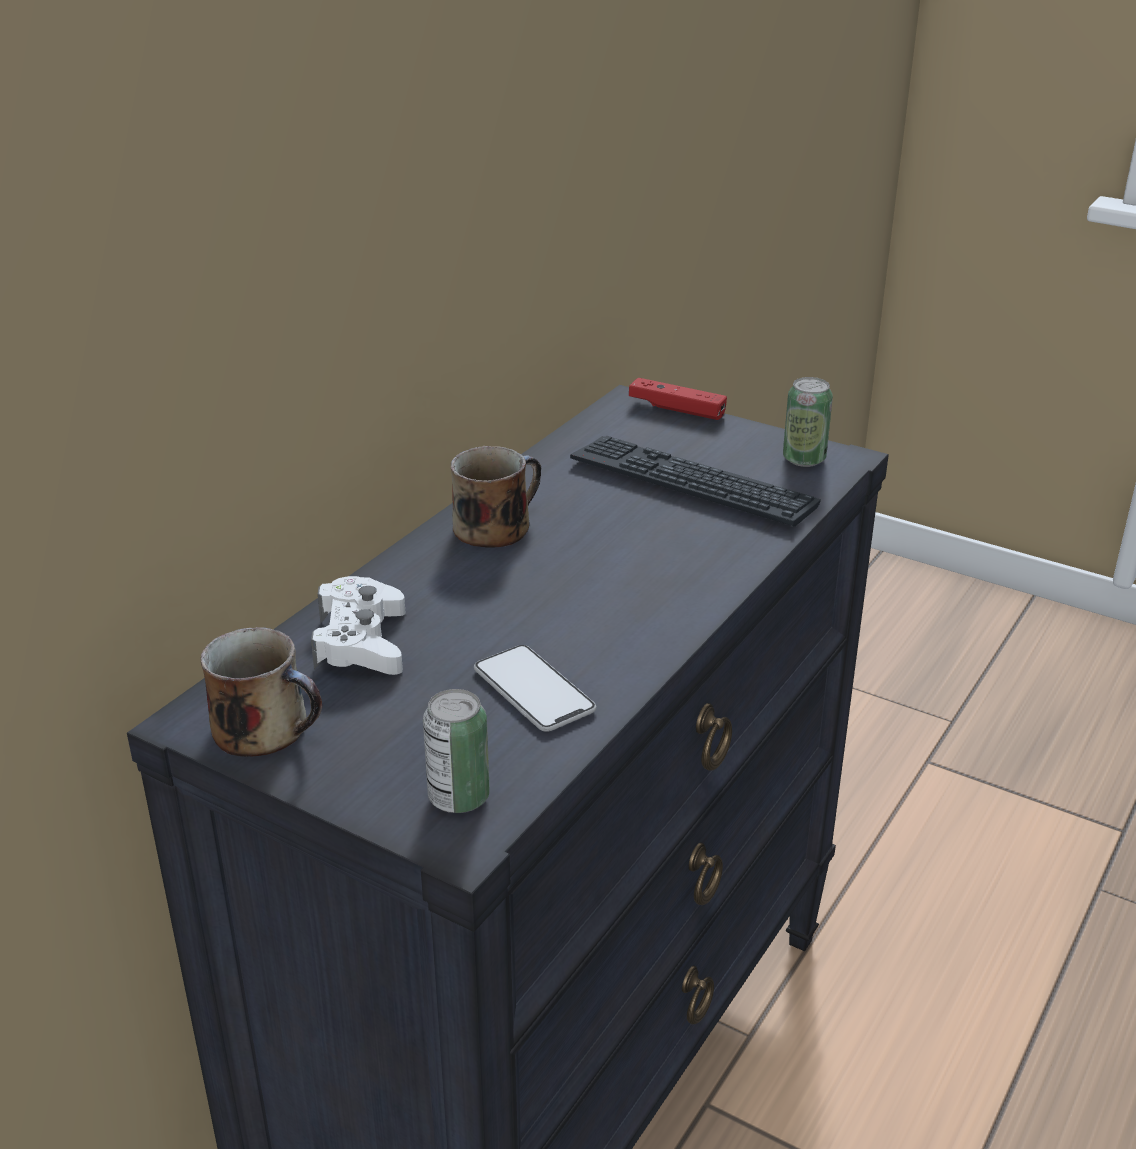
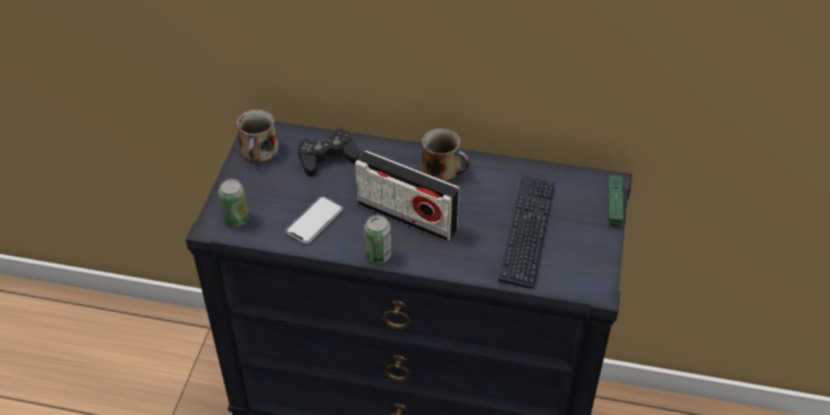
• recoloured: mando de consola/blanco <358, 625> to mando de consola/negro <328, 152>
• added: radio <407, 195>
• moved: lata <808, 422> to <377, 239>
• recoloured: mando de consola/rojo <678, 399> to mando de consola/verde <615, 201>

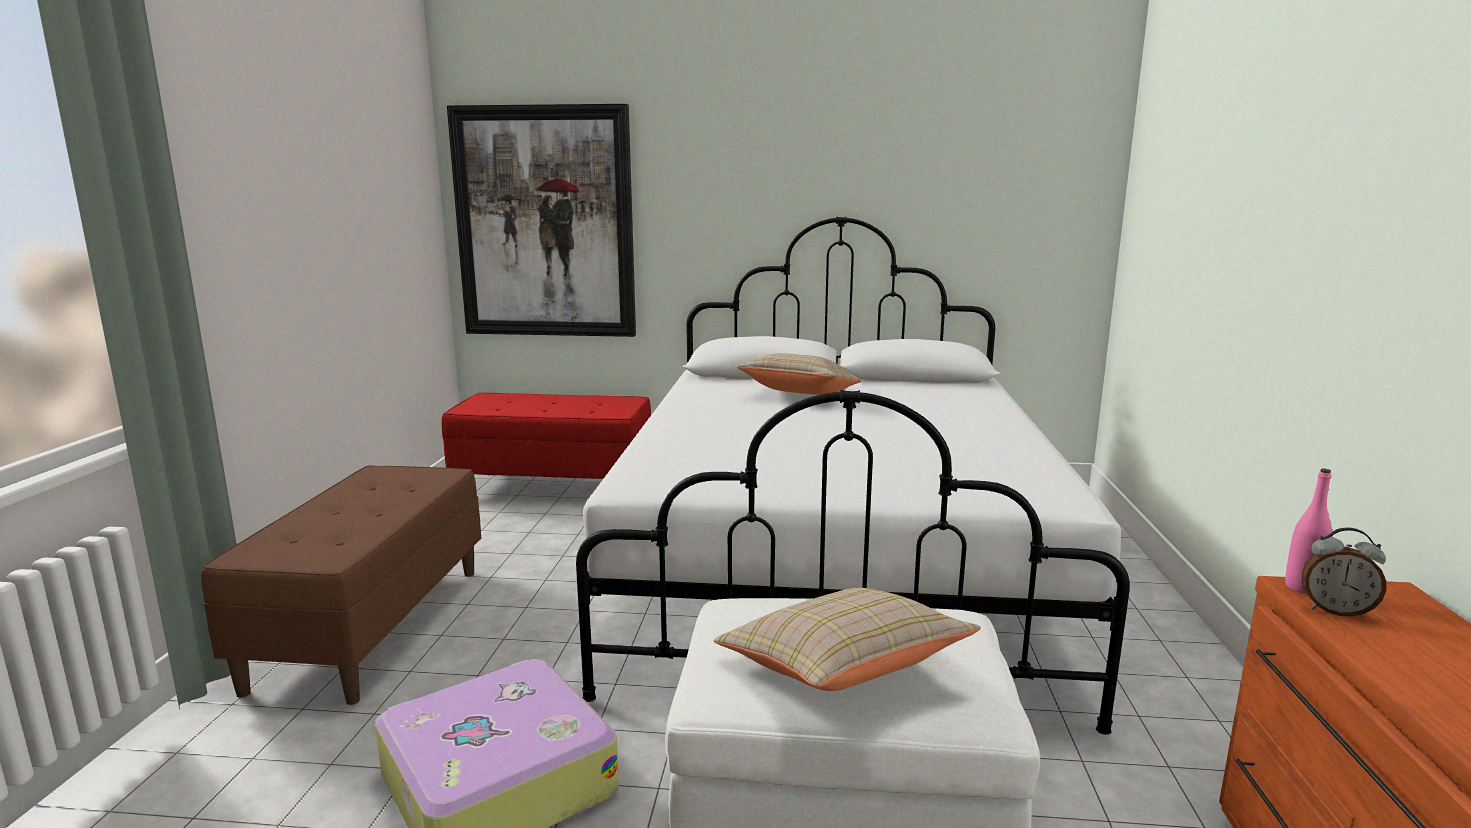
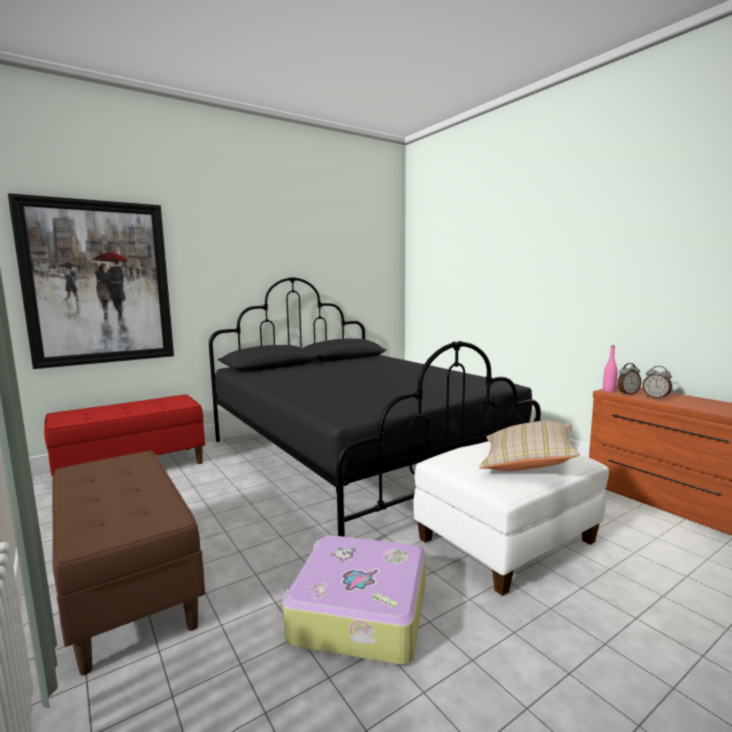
• recoloured: cama/blanco <853, 476> to cama/negro <375, 407>
• added: despertador <657, 383>
• removed: cojín/beis <799, 374>

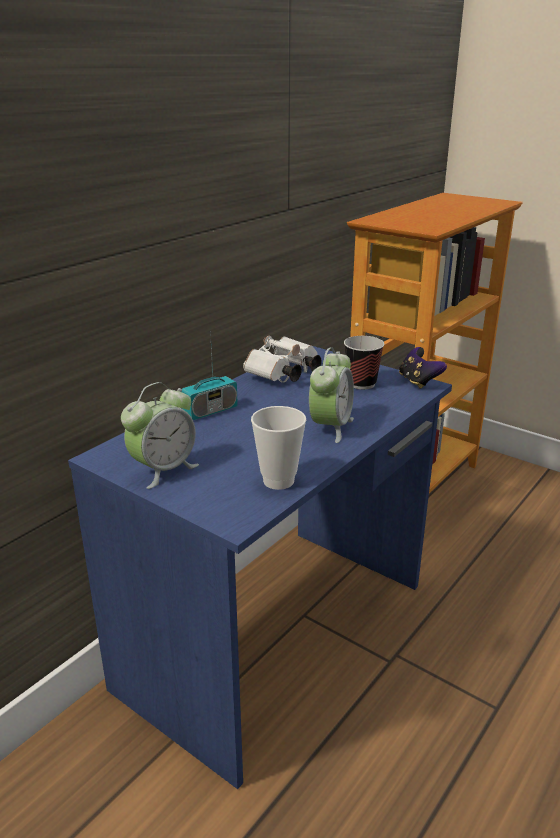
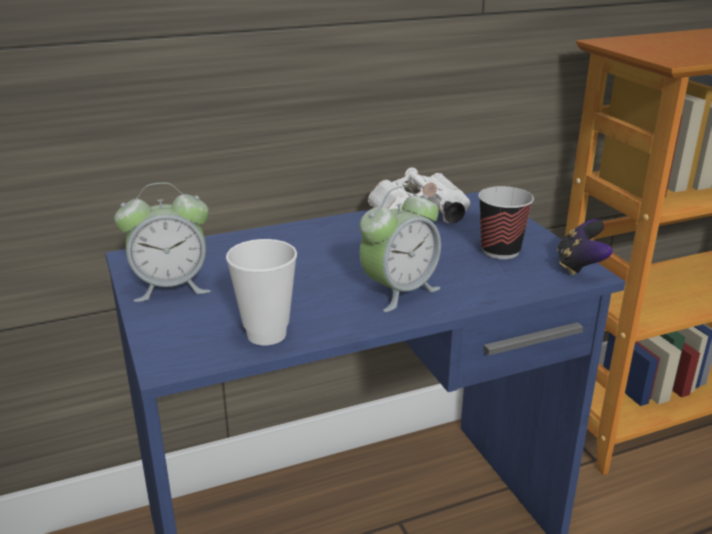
• removed: radio <209, 375>

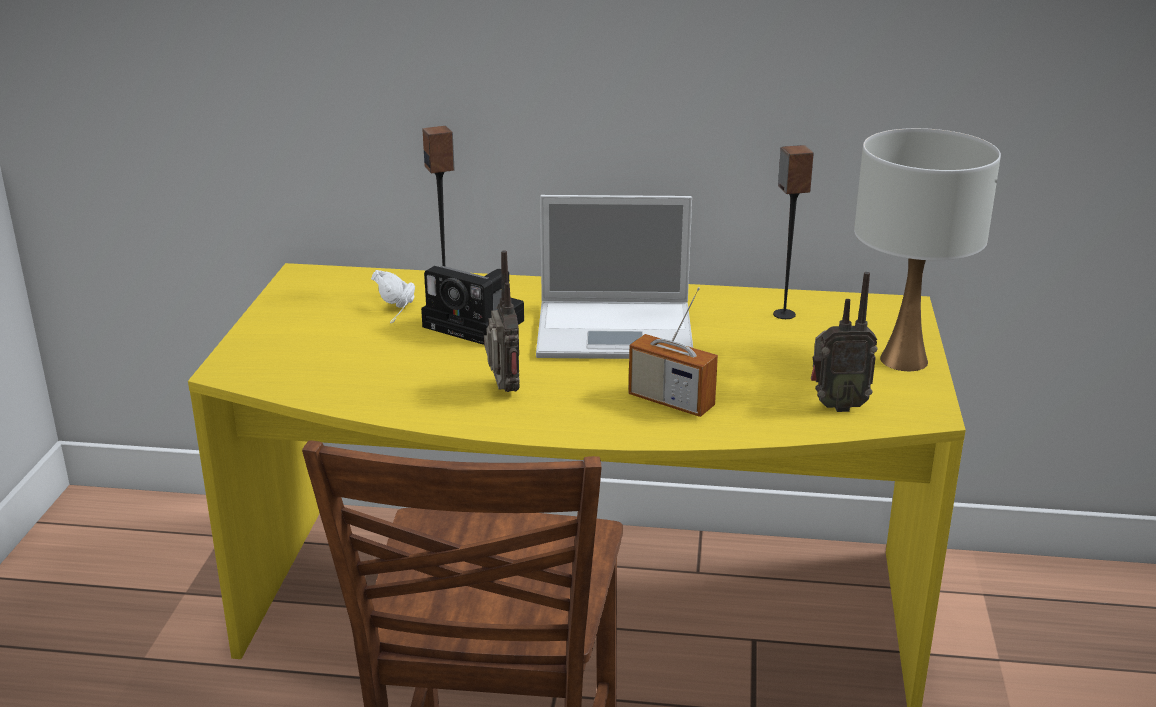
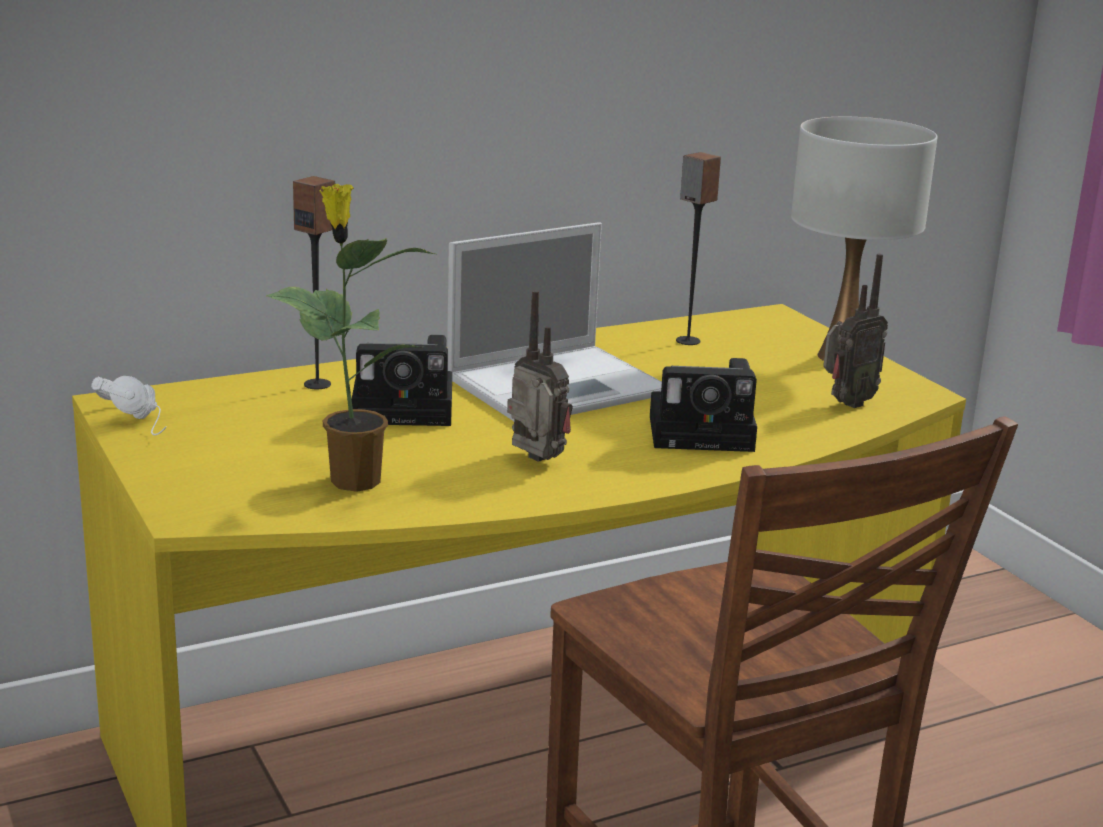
• moved: auriculares/blanco <393, 296> to <129, 405>
• added: planta en maceta <350, 338>
• replaced: radio <673, 352> to cámara <703, 405>

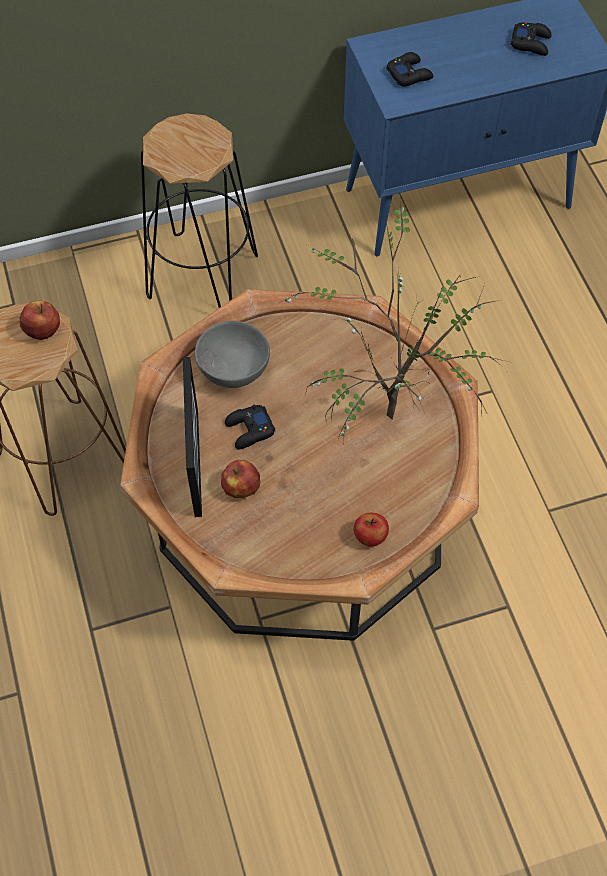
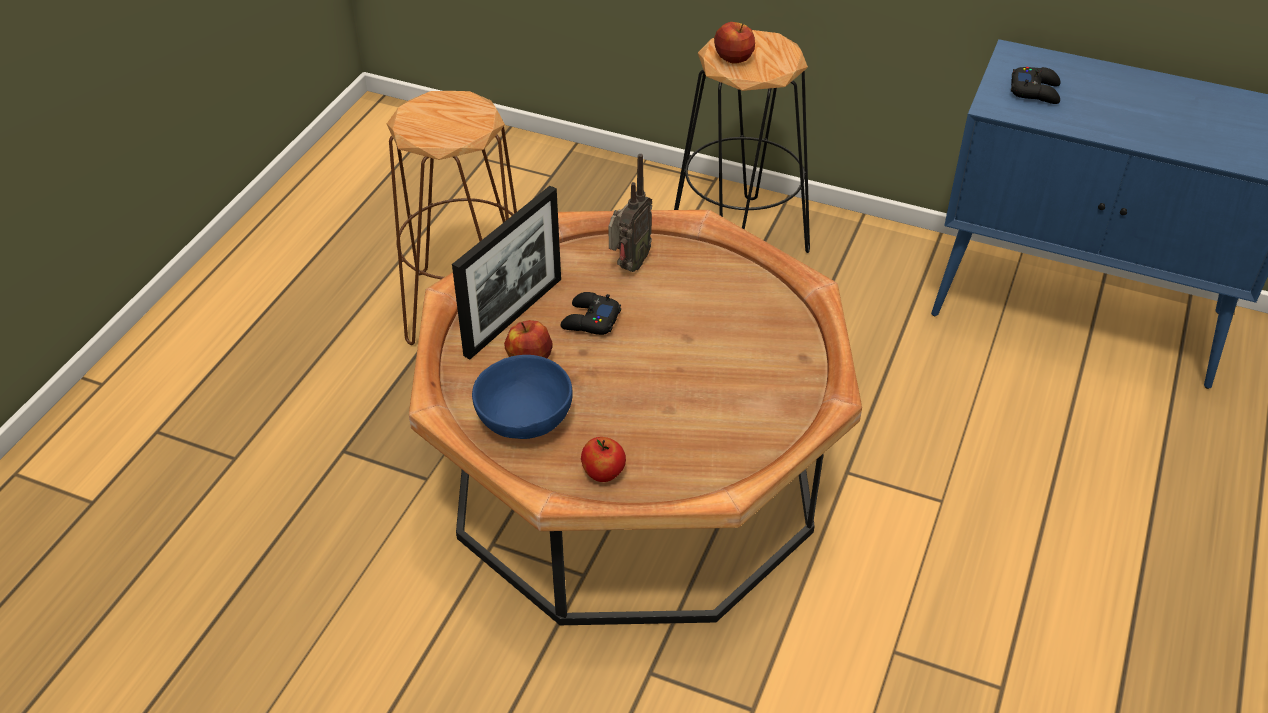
• added: cuenco/azul <522, 397>
• replaced: cuenco/gris <232, 354> to radio <630, 213>
• moved: manzana <40, 320> to <734, 43>
• removed: planta en maceta <396, 321>
• removed: mando de consola/negro <531, 39>

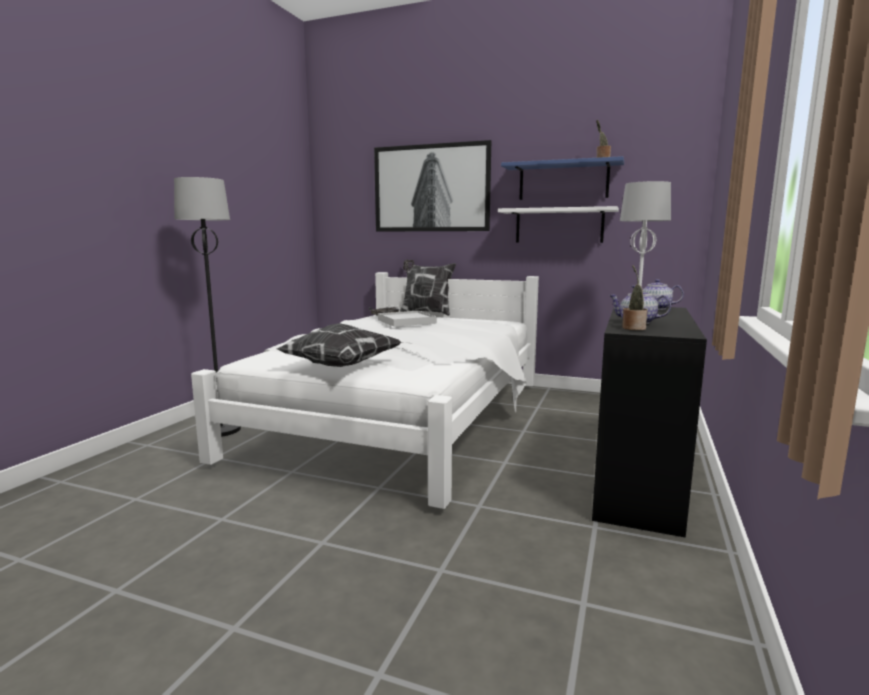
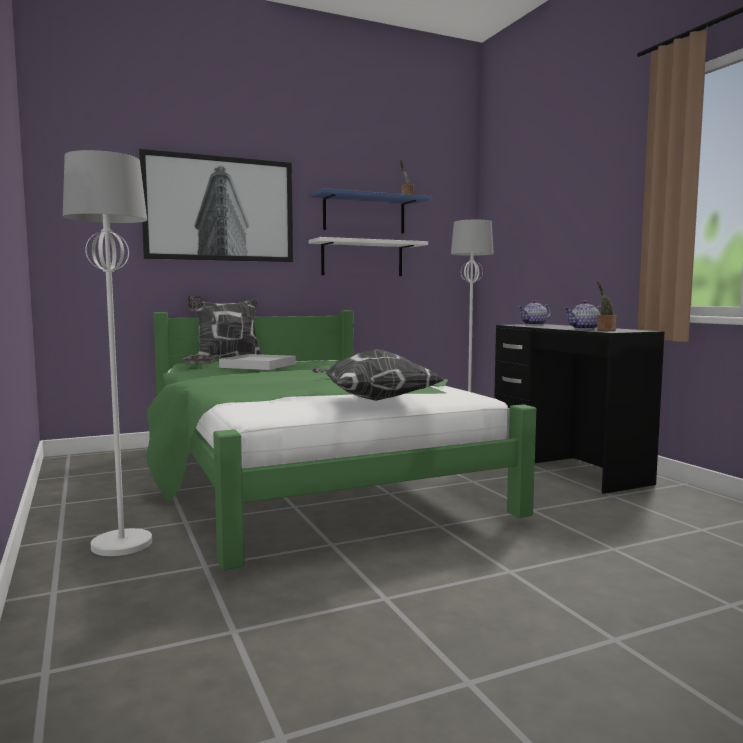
• recoloured: lámpara de pie/negro <207, 307> to lámpara de pie/blanco <107, 353>
• recoloured: cama/blanco <365, 390> to cama/verde <341, 440>

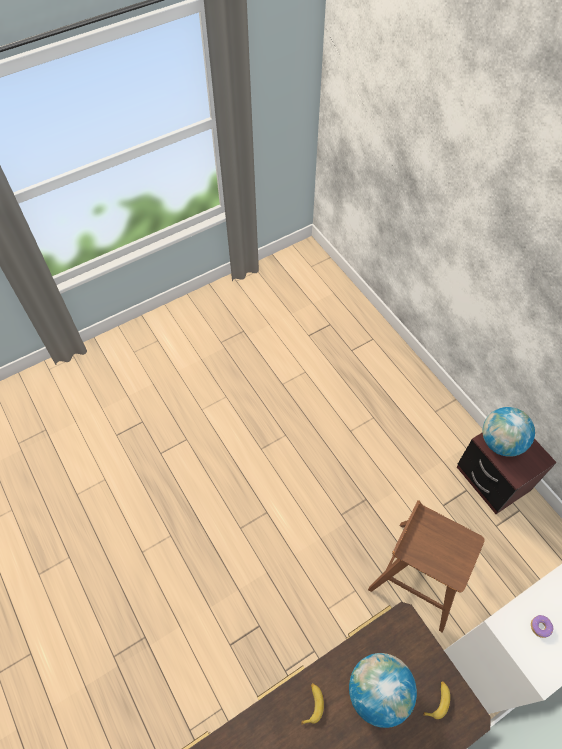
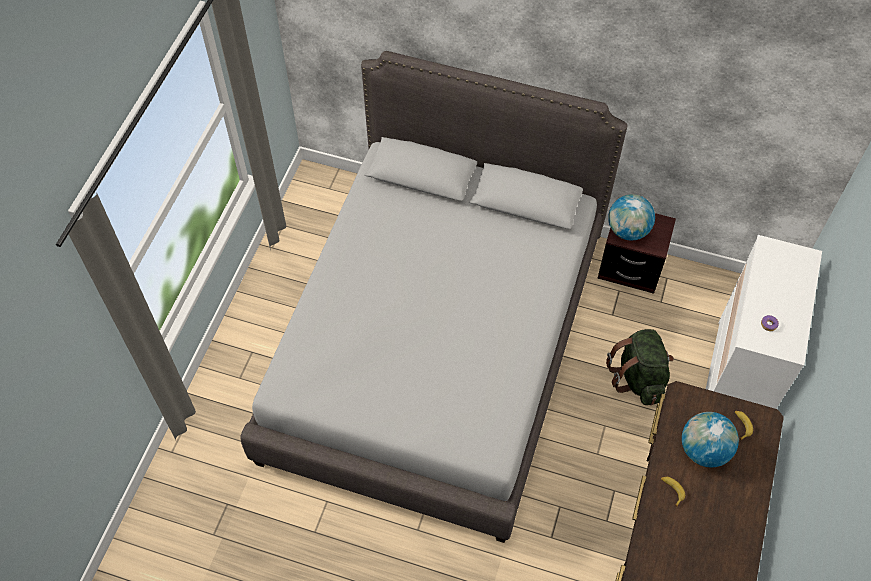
• added: cama/gris <434, 297>
• replaced: taburete/marrón <426, 566> to mochila/verde <640, 367>

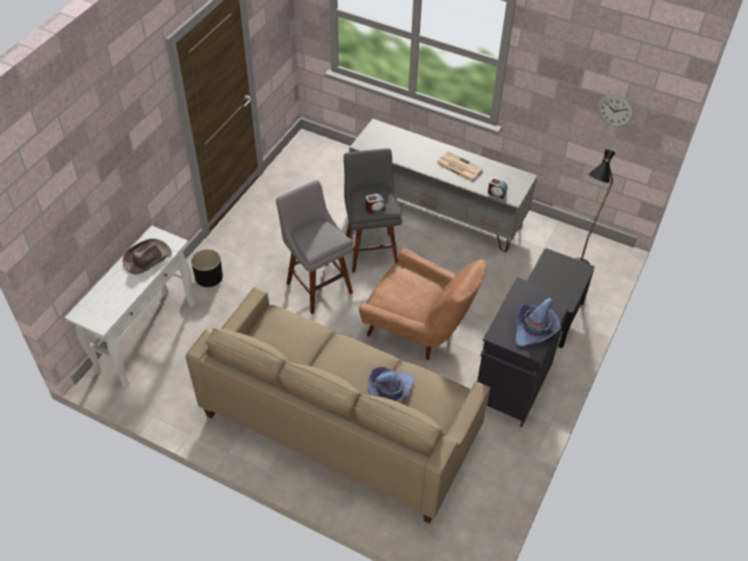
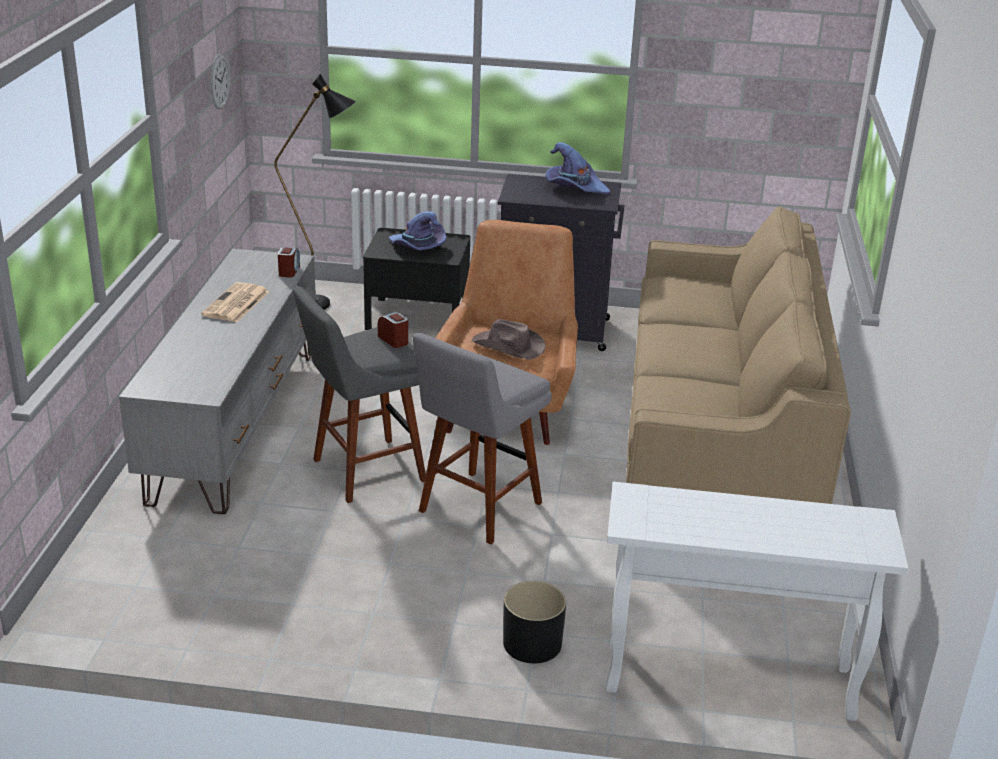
• moved: sombrero/morado <391, 384> to <417, 230>
• moved: sombrero/marrón <147, 257> to <509, 339>

